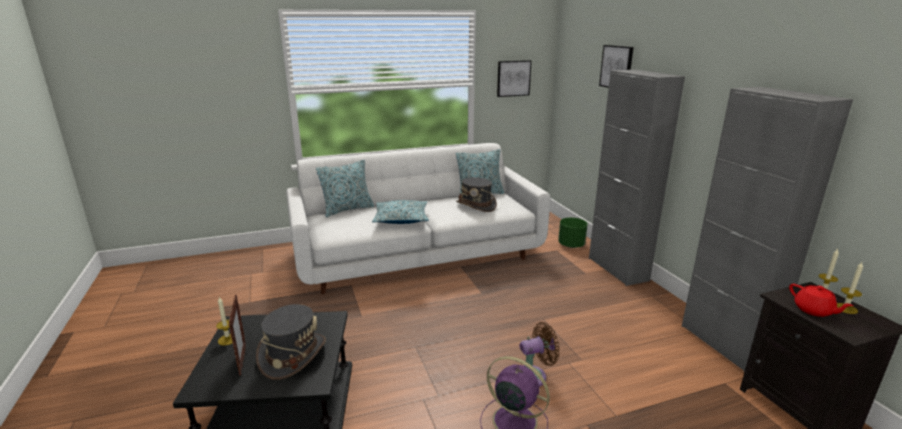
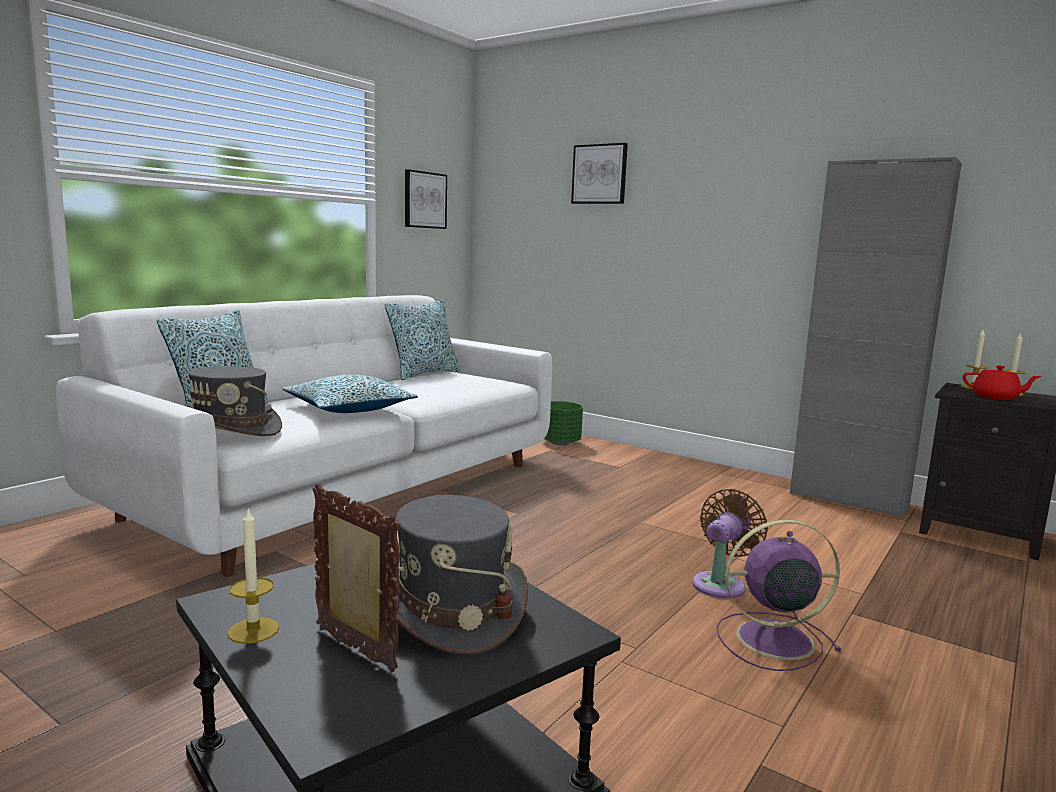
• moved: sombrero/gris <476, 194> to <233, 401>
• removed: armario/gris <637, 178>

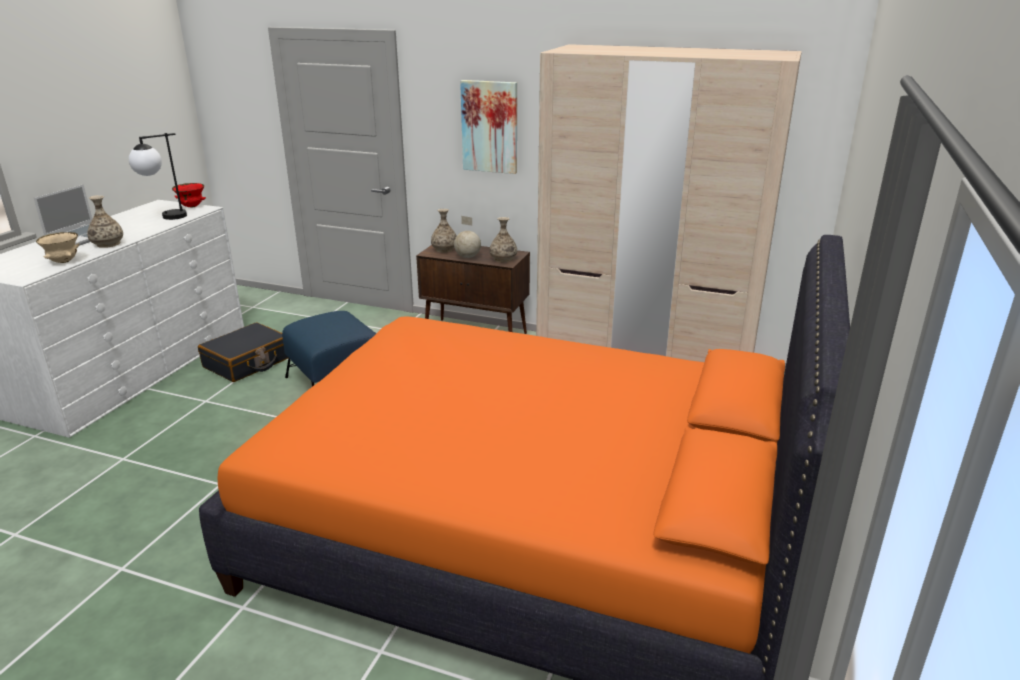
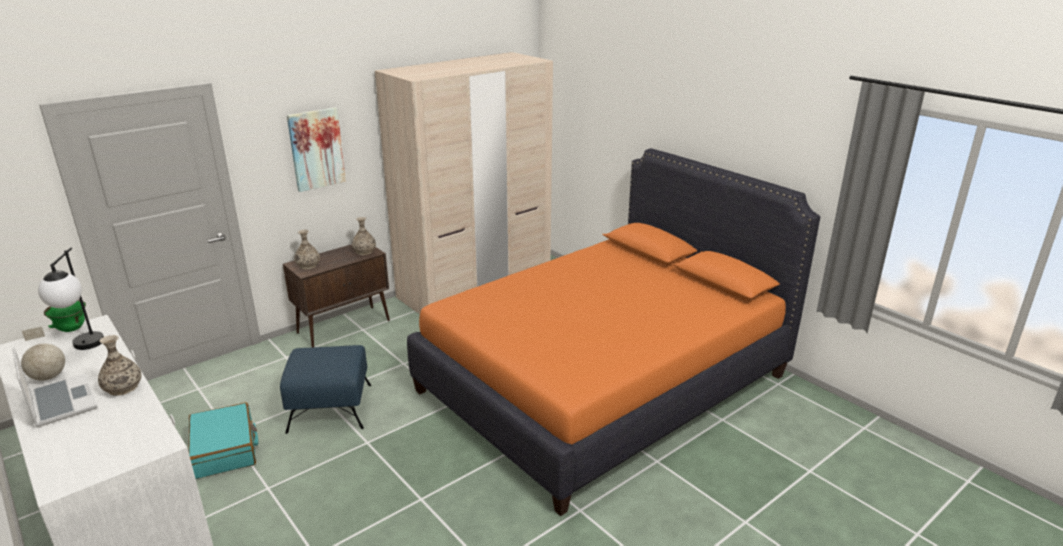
• moved: globo terráqueo <467, 237> to <43, 353>
• recoloured: cuenco/rojo <189, 195> to cuenco/verde <65, 316>
• recoloured: maleta/negro <243, 352> to maleta/turquesa <223, 440>
• removed: cuenco/beis <57, 247>

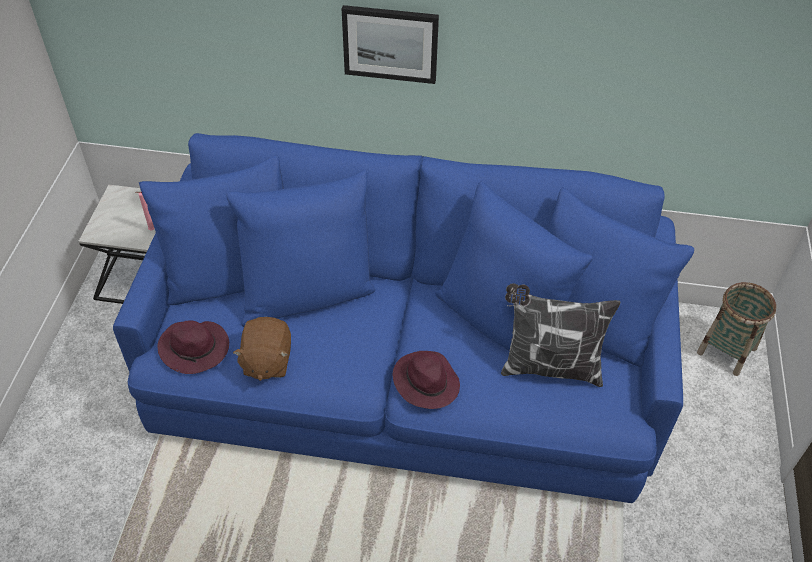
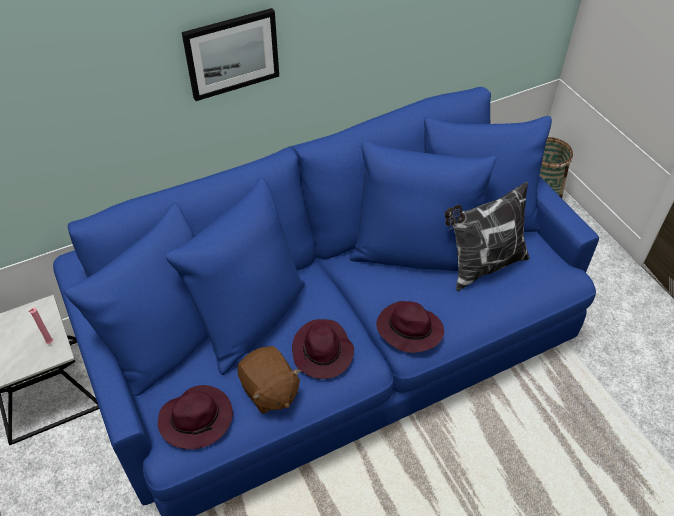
• added: sombrero/morado <323, 349>

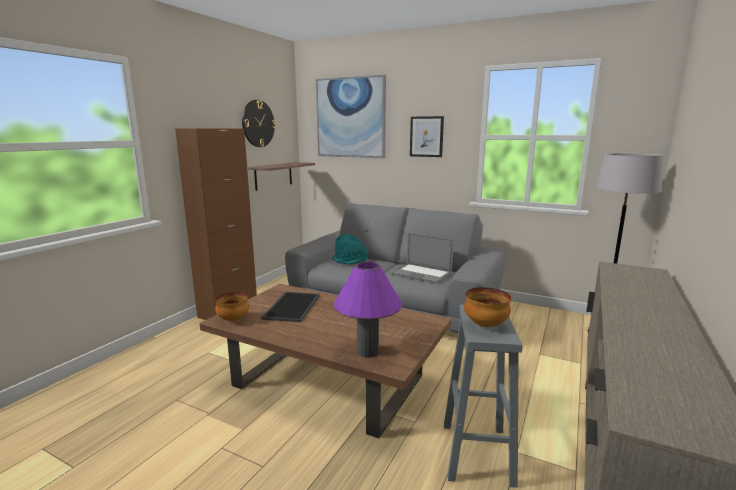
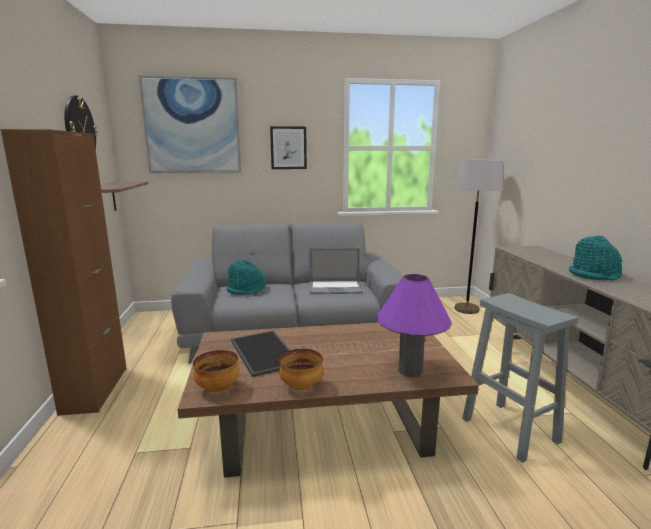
• moved: cuenco <487, 307> to <301, 369>
• added: sombrero/turquesa <595, 258>

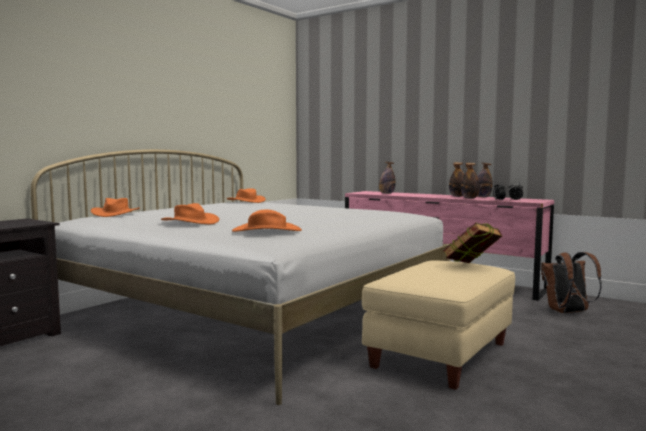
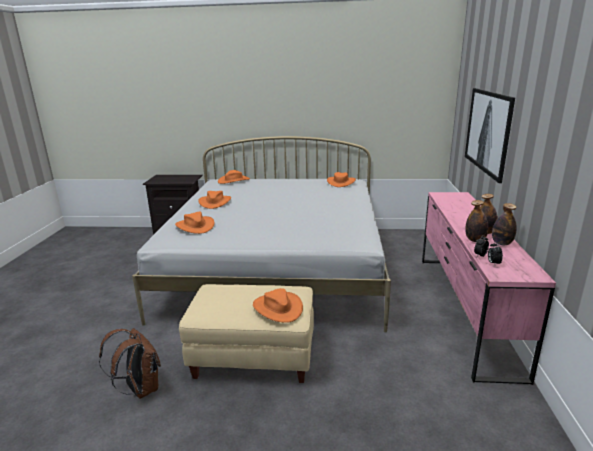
• moved: mochila/marrón <571, 282> to <130, 363>
• replaced: libro <472, 243> to sombrero/naranja <278, 305>
• added: cuadro <490, 135>
• removed: botella <387, 178>

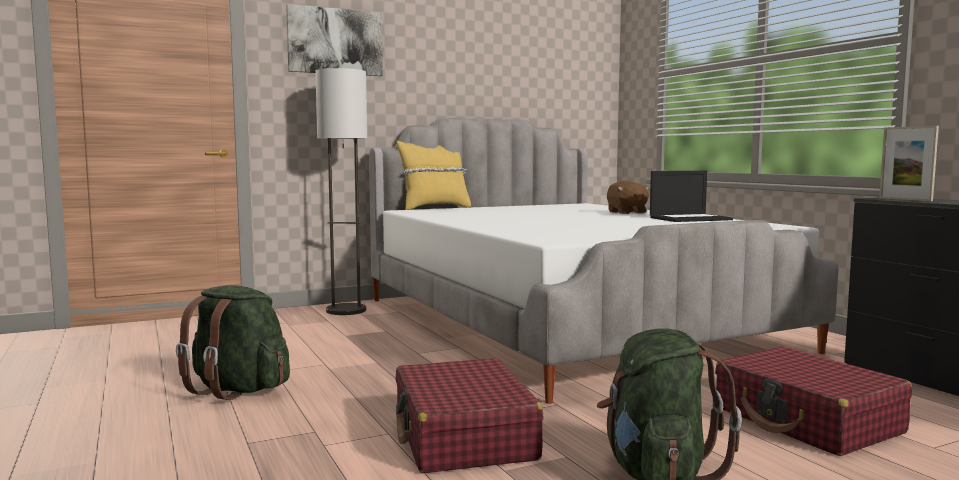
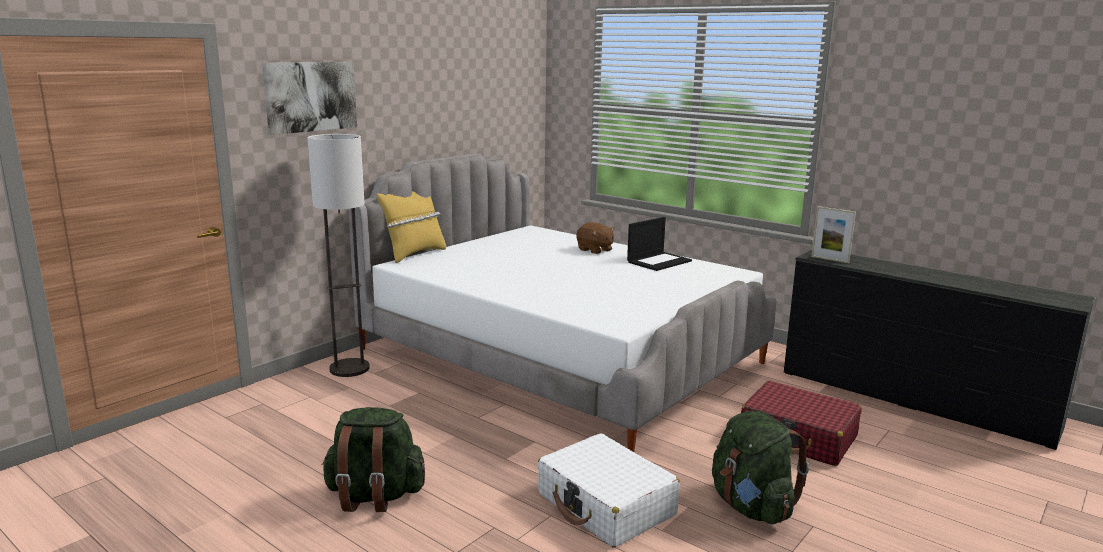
• recoloured: maleta/rojo <470, 415> to maleta/blanco <608, 490>

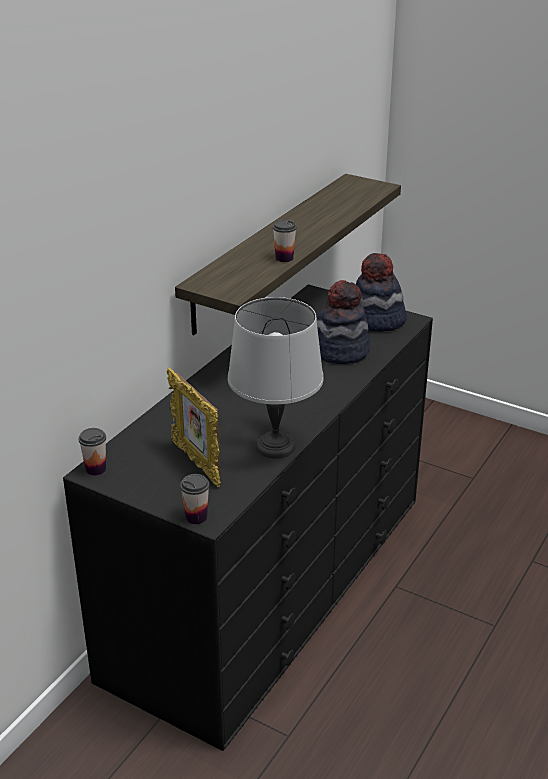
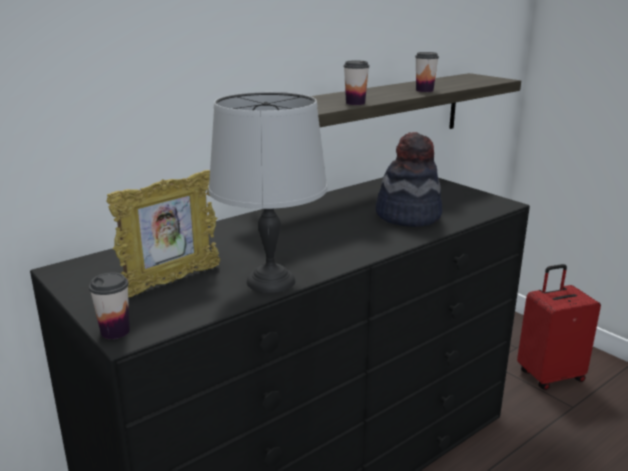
• turned: portarretratos <194, 427> = <163, 234> 120 degrees counterclockwise
• moved: taza <92, 452> to <427, 72>
• added: maleta/rojo <559, 327>
• removed: sombrero <381, 292>

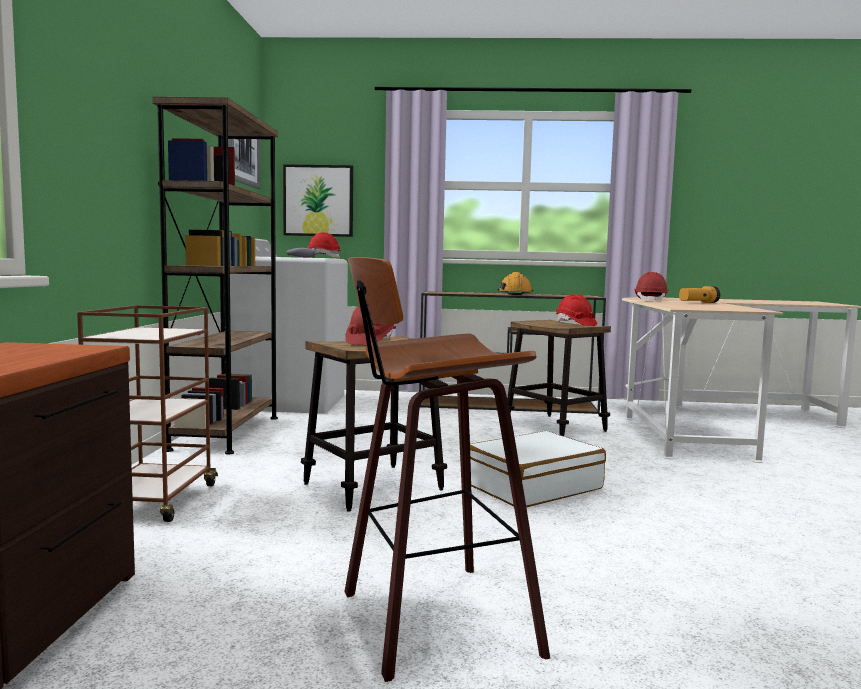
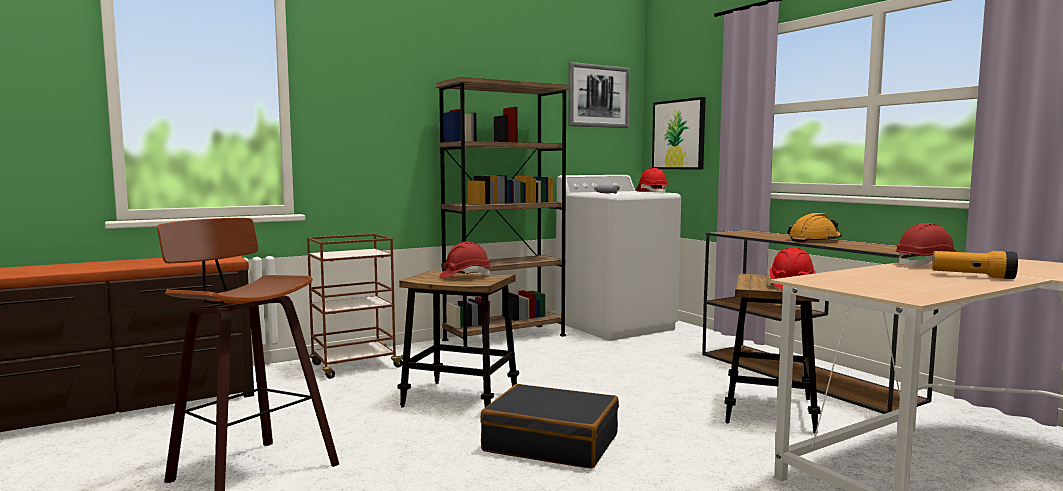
• recoloured: maleta/blanco <538, 469> to maleta/negro <549, 426>

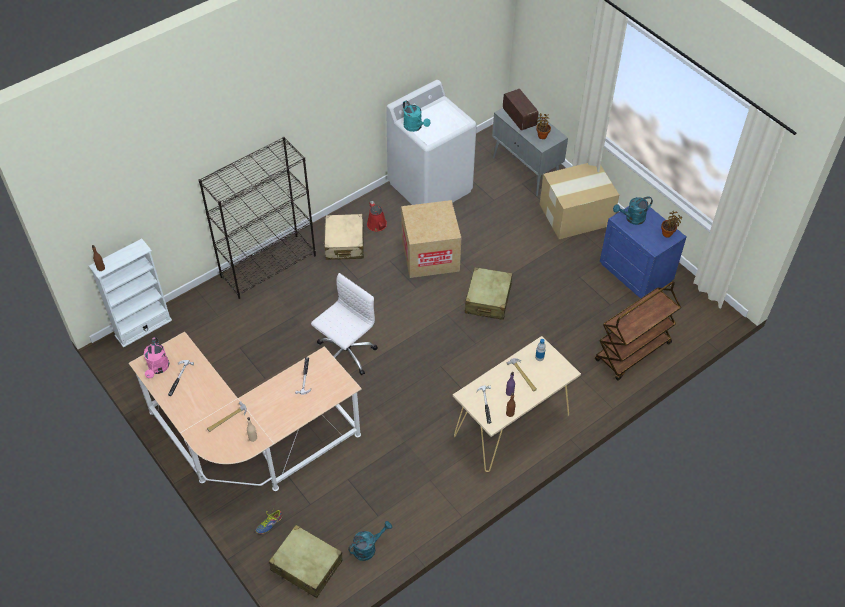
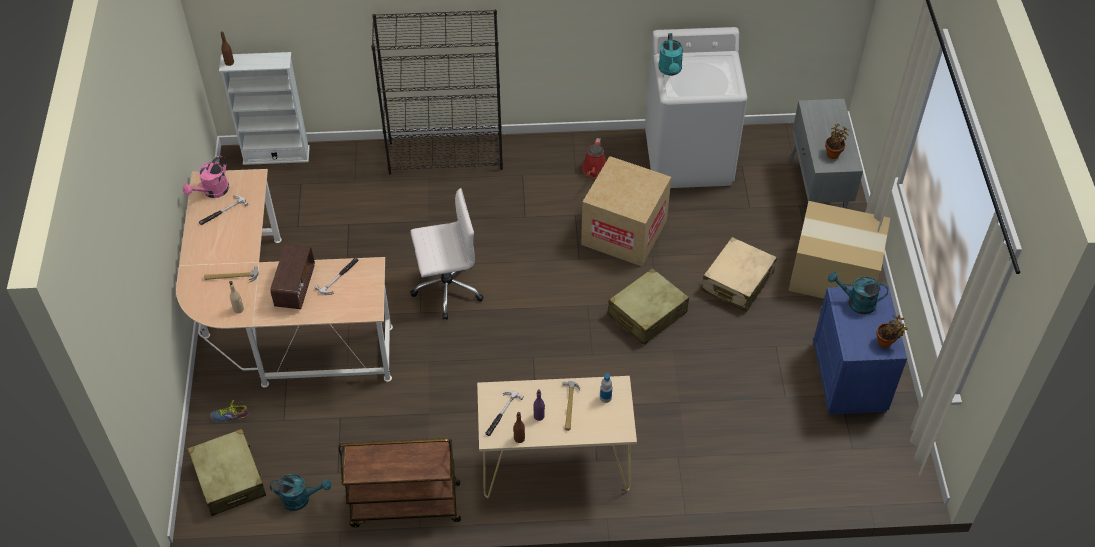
• moved: radio <520, 110> to <292, 276>
• moved: carrito/marrón <638, 331> to <400, 483>
• moved: maleta/beis <344, 237> to <739, 274>

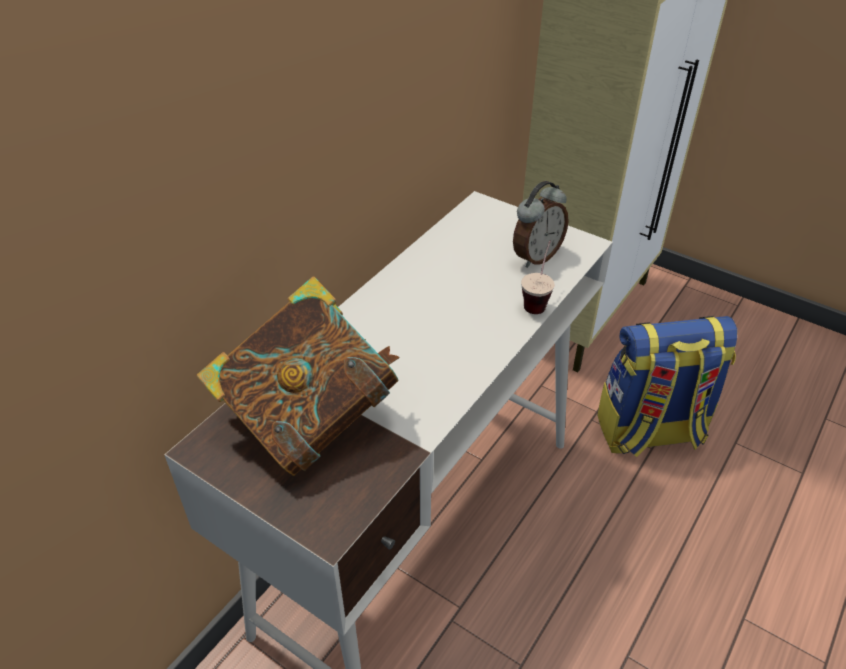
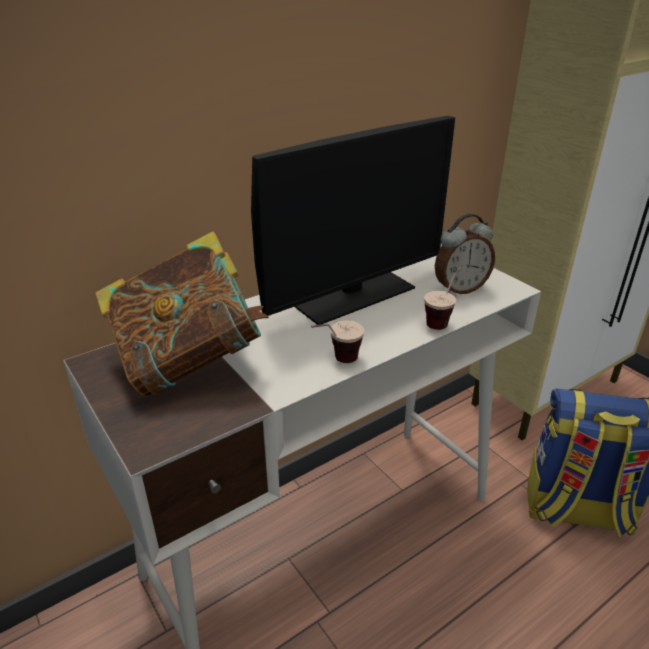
• added: monitor <353, 220>
• added: taza <337, 341>

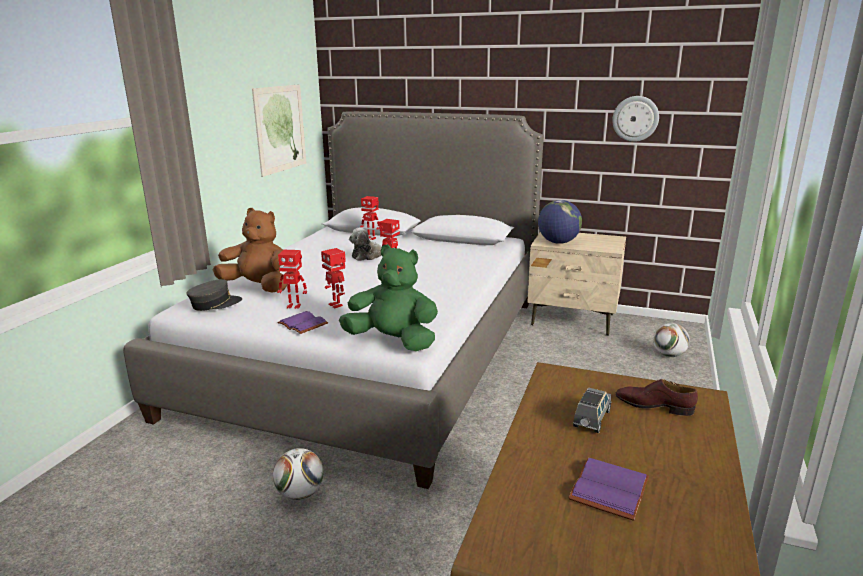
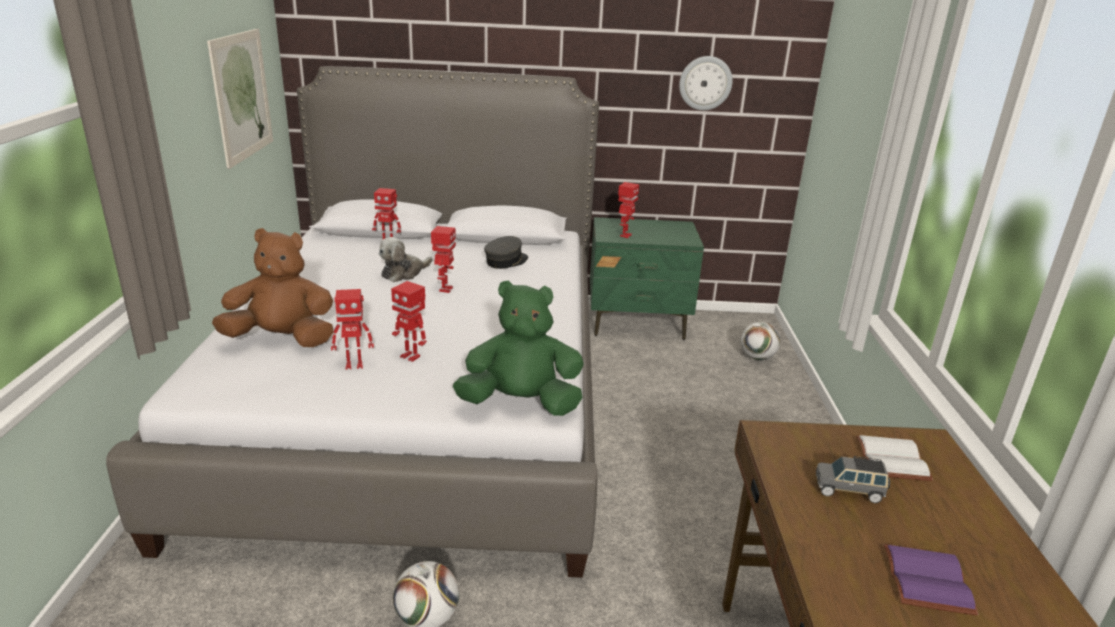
• moved: gorra/gris <214, 295> to <506, 252>
• recoloured: mesita de noche/beis <576, 284> to mesita de noche/verde <647, 278>
• replaced: globo terráqueo <560, 222> to robot de juguete <628, 210>
• turned: coche de juguete/gris <592, 410> = <853, 479> 90 degrees counterclockwise
• replaced: zapato/marrón <657, 397> to libro/blanco <894, 458>
• removed: libro/morado <302, 322>

